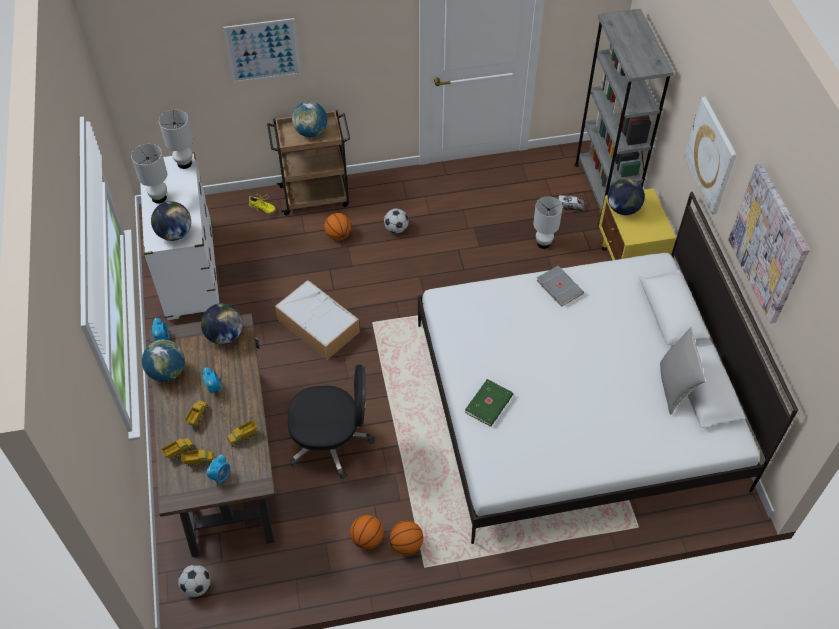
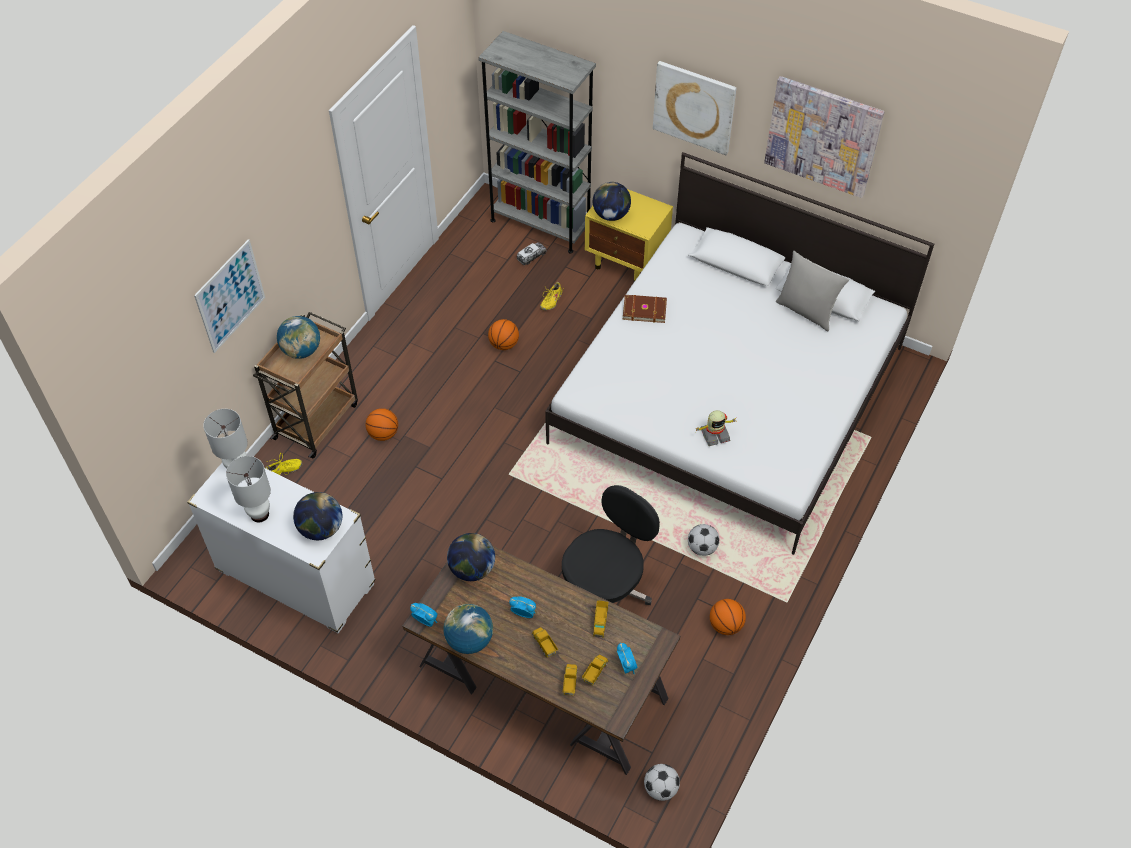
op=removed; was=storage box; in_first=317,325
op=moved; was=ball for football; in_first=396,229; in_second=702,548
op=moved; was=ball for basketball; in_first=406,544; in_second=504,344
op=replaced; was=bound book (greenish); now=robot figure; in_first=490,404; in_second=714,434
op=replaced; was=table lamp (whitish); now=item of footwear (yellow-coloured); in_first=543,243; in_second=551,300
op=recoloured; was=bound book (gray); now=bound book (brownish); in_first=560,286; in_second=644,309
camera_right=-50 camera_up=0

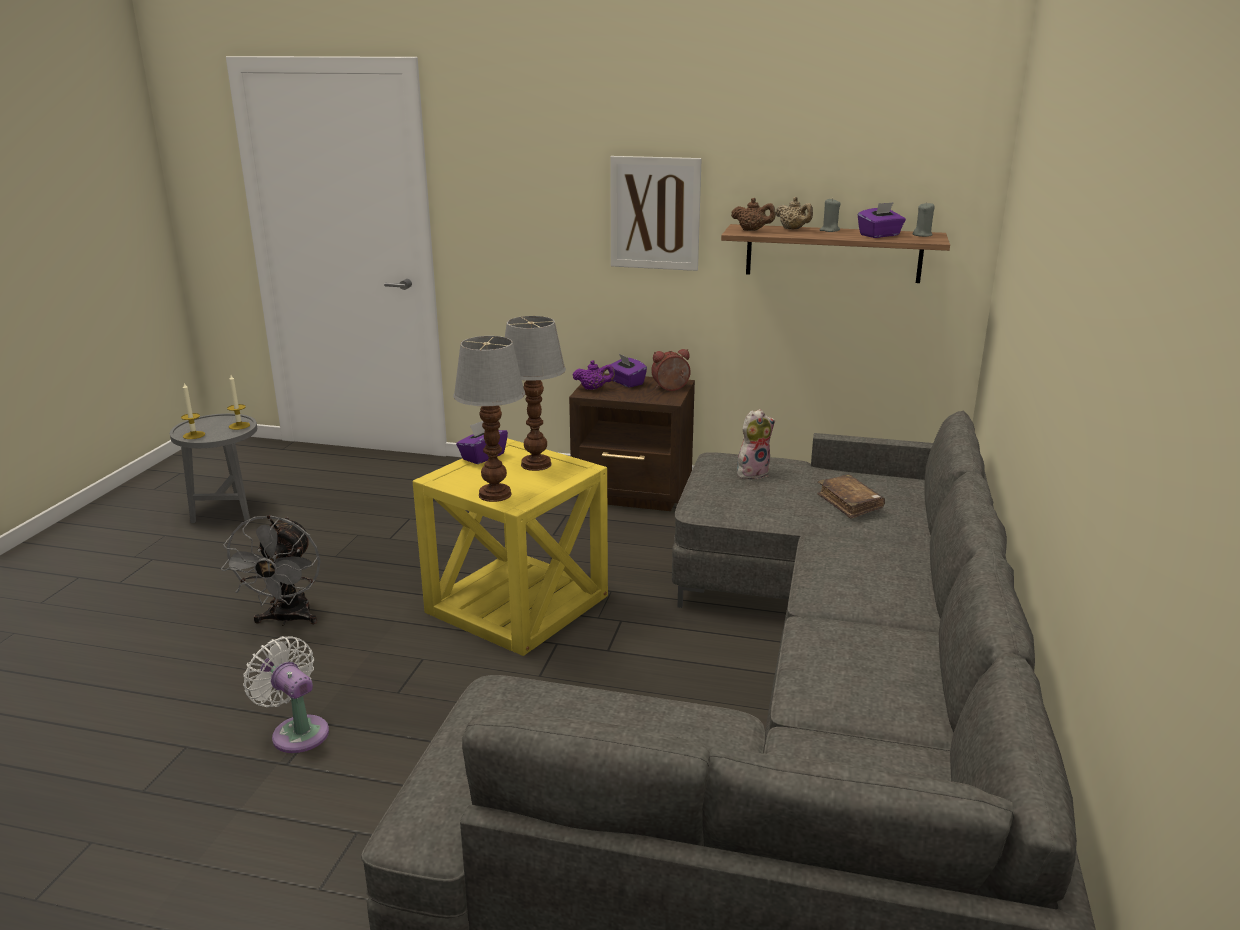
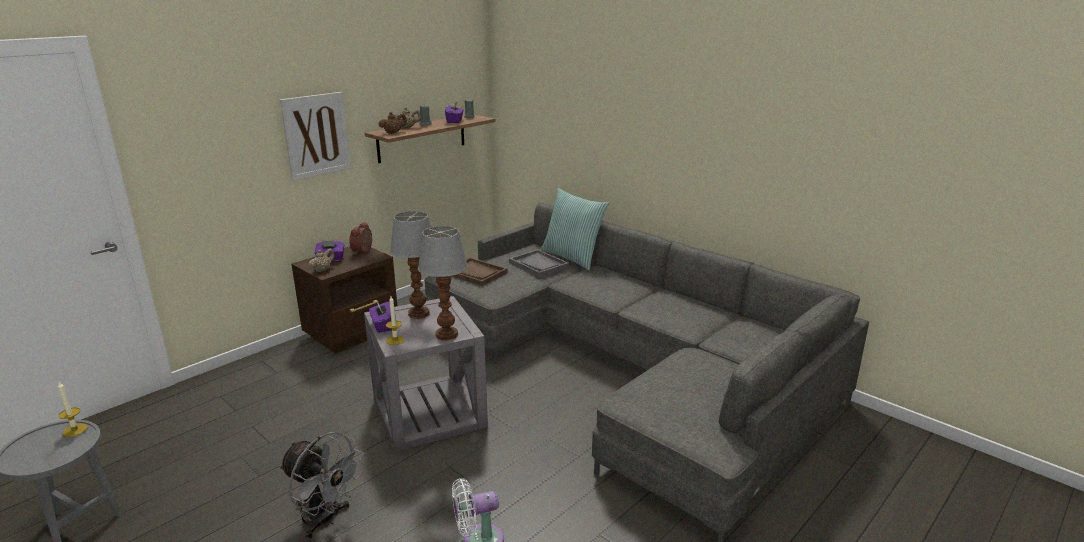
op=moved; was=candle; in_first=194,435; in_second=395,340
op=recoloured; was=side table (yellow-coloured); now=side table (gray); in_first=517,604; in_second=429,413
op=recoloured; was=teapot (purple); now=teapot (beige-coloured); in_first=593,389; in_second=322,270
op=replaced; was=cuddly toy; now=carrying tray (brownish); in_first=752,473; in_second=476,273
op=replaced; was=bound book (brownish); now=carrying tray (gray); in_first=849,503; in_second=538,265
op=added; now=pillow; in_second=572,257
camera_right=-60 camera_up=0

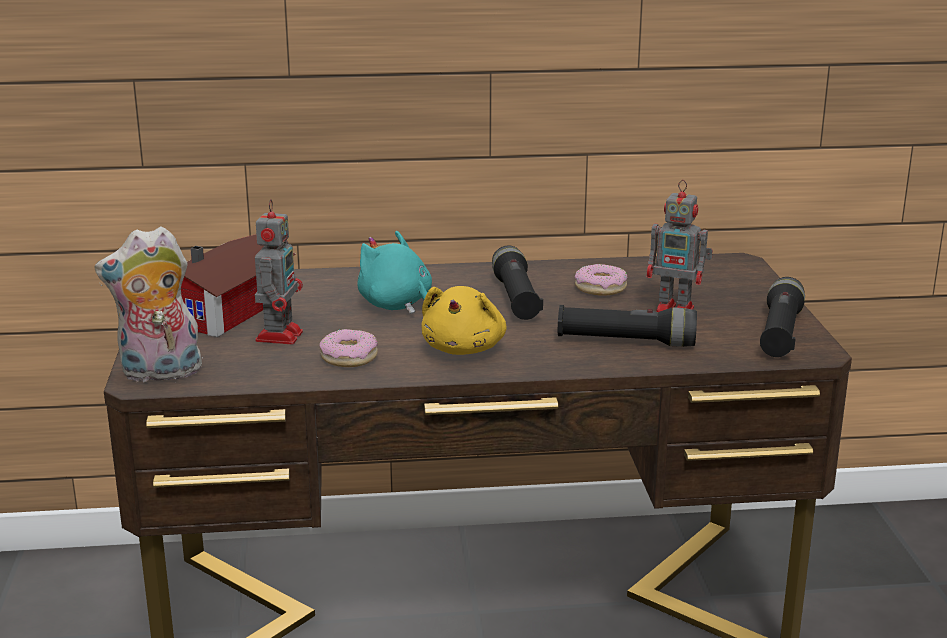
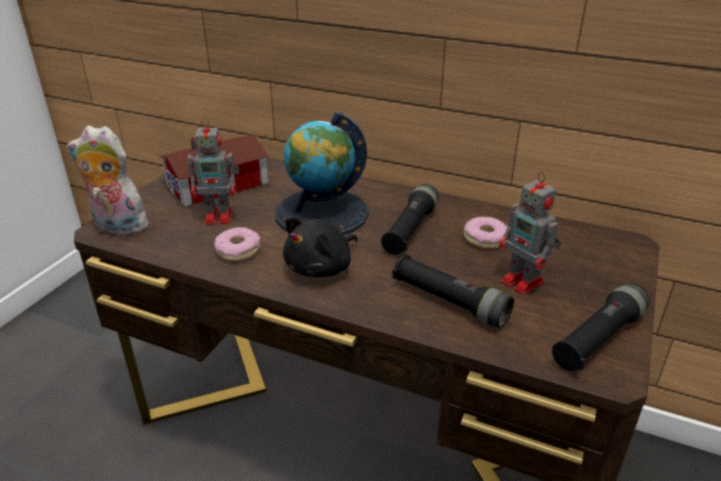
op=turned; was=robot figure; in_first=280,335; in_second=220,216; clockwise=45
op=replaced; was=cuddly toy (turquoise-coloured); now=globe; in_first=398,306; in_second=322,213
op=recoloured; was=cuddly toy (yellow-coloured); now=cuddly toy (black-coloured); in_first=464,348; in_second=321,267
camera_right=30 camera_up=10

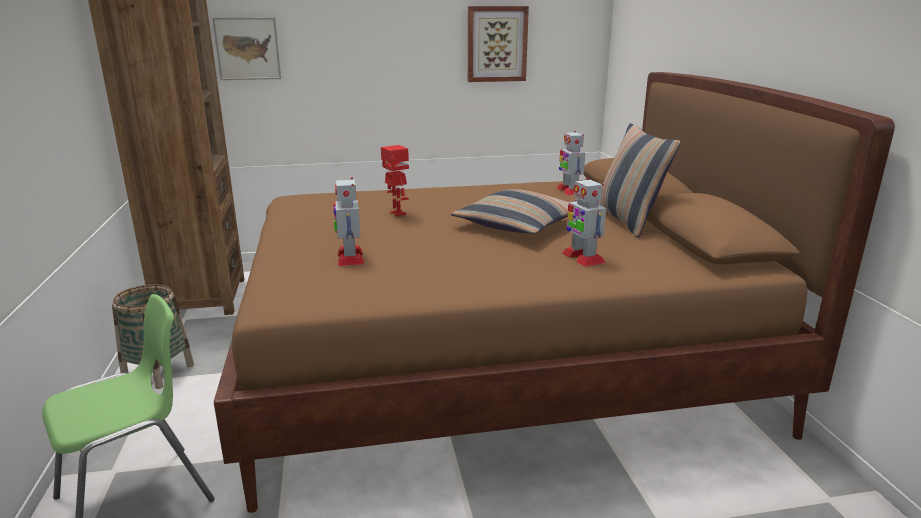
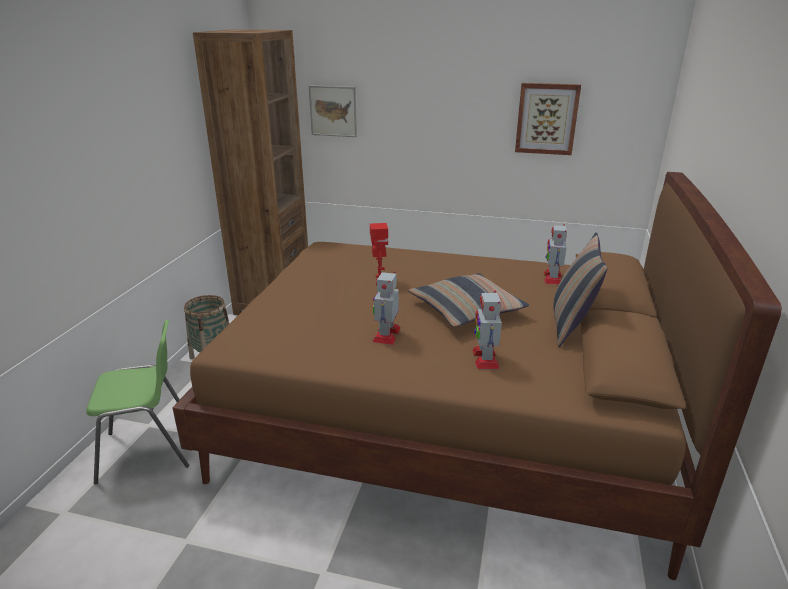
op=moved; was=robot figure; in_first=350,257; in_second=386,334
camera_right=25 camera_up=5

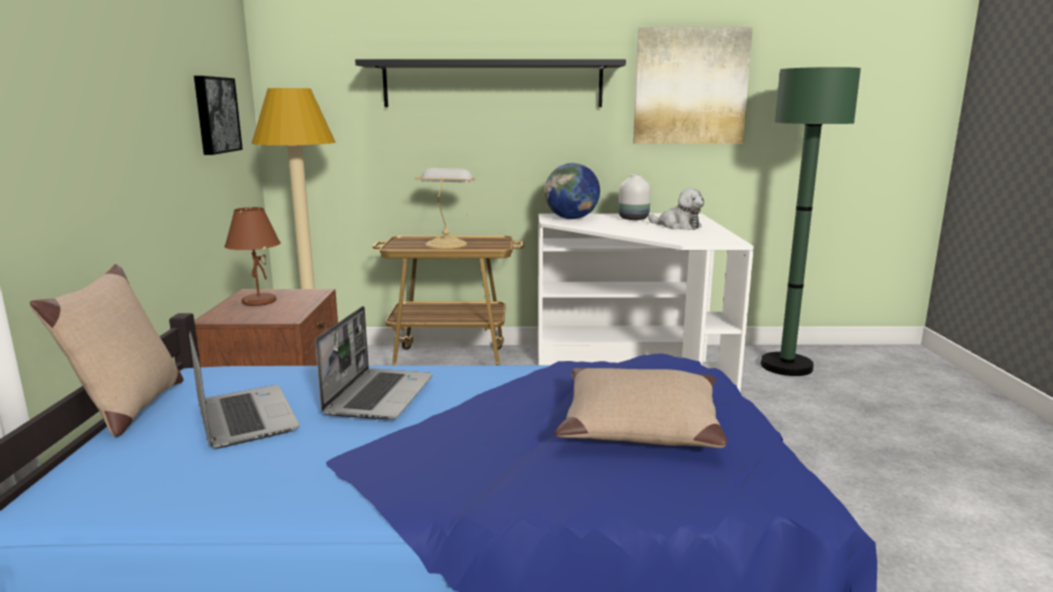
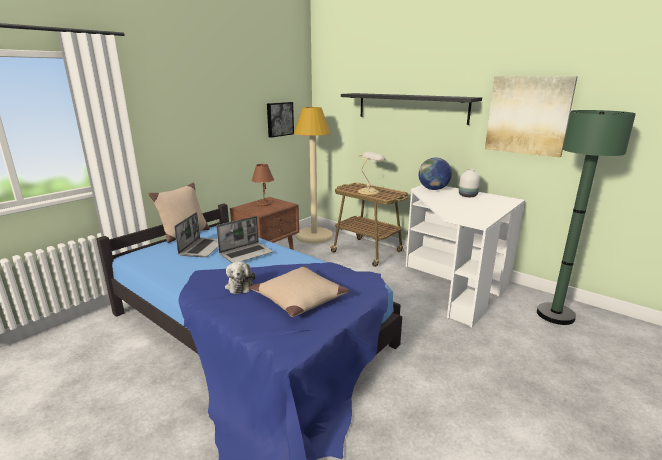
op=moved; was=cuddly toy; in_first=678,226; in_second=240,285
camera_right=40 camera_up=5

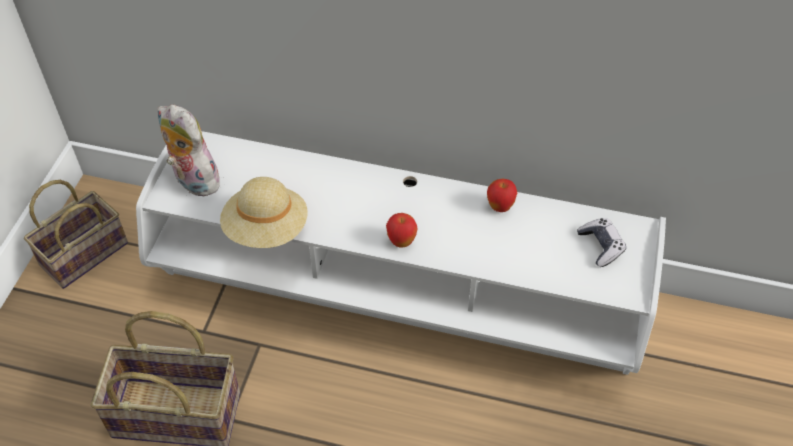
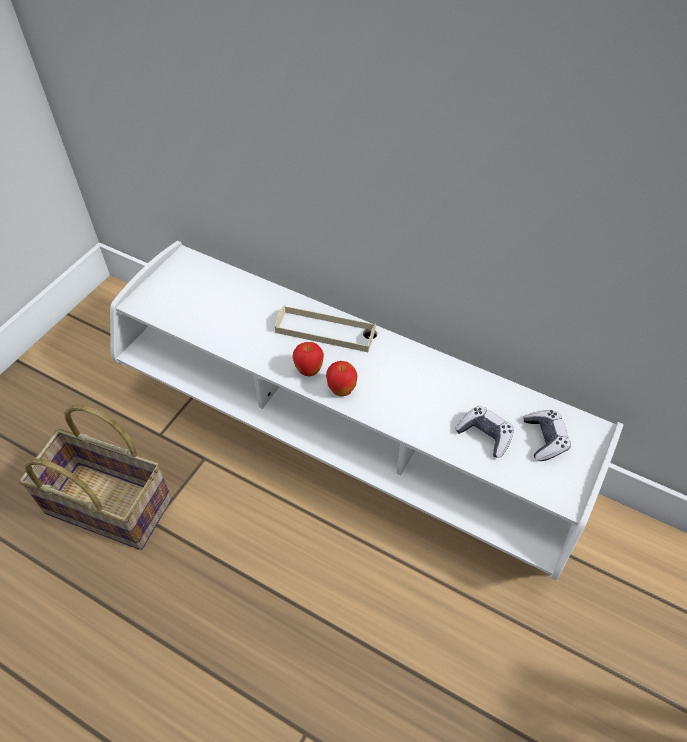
op=removed; was=storage basket; in_first=85,252
op=removed; was=cuddly toy; in_first=193,181
op=removed; was=clothing hat (beige-coloured); in_first=266,229
op=moved; was=apple fruit; in_first=500,207; in_second=309,371
op=added; now=carrying tray (beige-coloured); in_second=325,331
op=added; now=gamepad; in_second=485,435
camera_right=15 camera_up=0

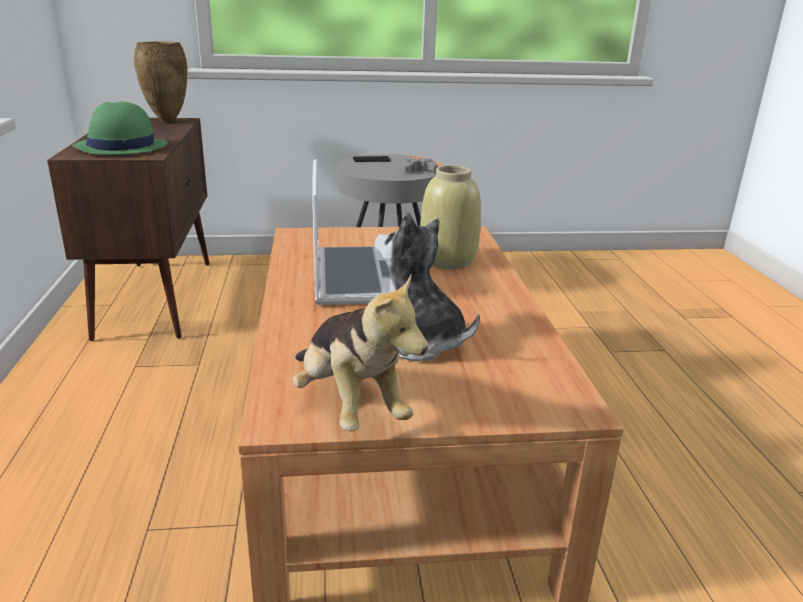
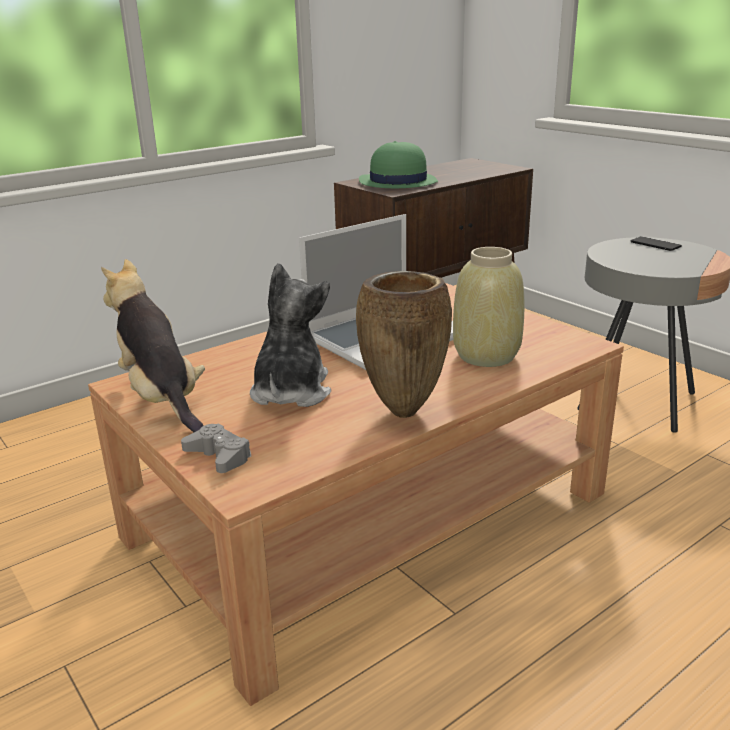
op=moved; was=decorative vase (brownish); in_first=167,121; in_second=404,411
op=turned; was=cuddly toy; in_first=349,406; in_second=162,399; clockwise=120
op=moved; was=gamepad (gray); in_first=417,170; in_second=219,456
camera_right=60 camera_up=0

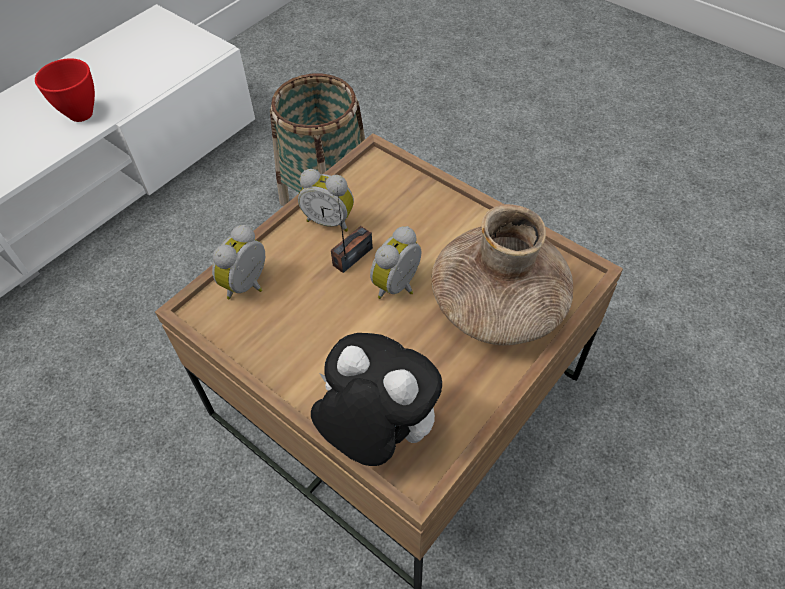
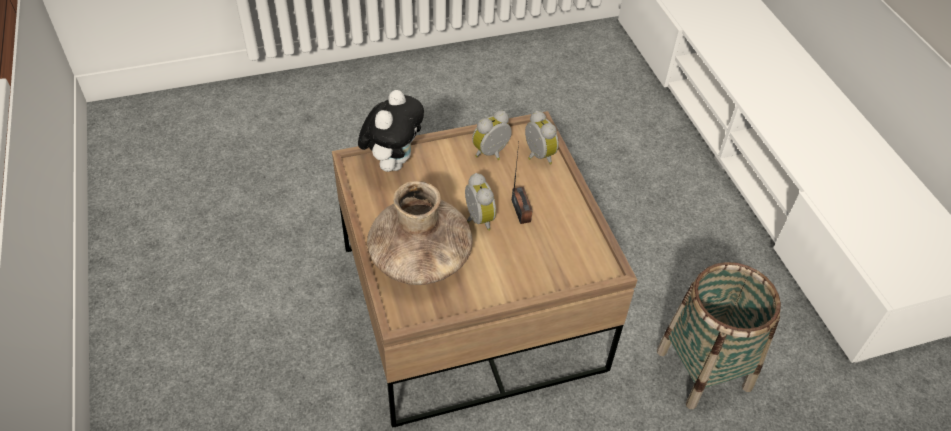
op=removed; was=bowl (reddish); in_first=82,113
op=moved; was=bedside clock; in_first=330,220; in_second=492,154
op=turned; was=cuddly toy; in_first=376,433; in_second=393,162; clockwise=-45
camera_right=120 camera_up=-5

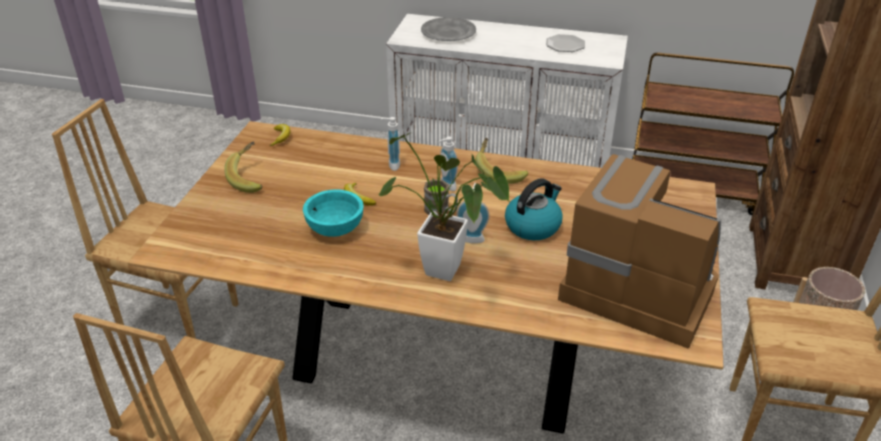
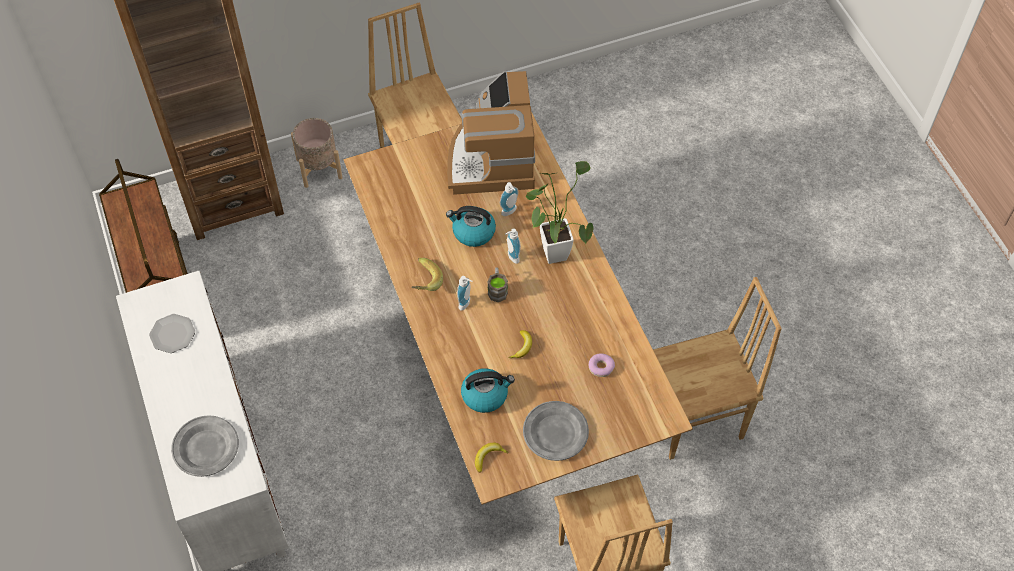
op=replaced; was=banana; now=flat dish (gray); in_first=251,178; in_second=555,432
op=removed; was=bowl (turquoise-coloured); in_first=335,228
op=moved; was=soap dispenser; in_first=391,165; in_second=510,212
op=added; now=kettle; in_second=485,395
op=added; now=ring doughnut; in_second=601,367
camera_right=-125 camera_up=20

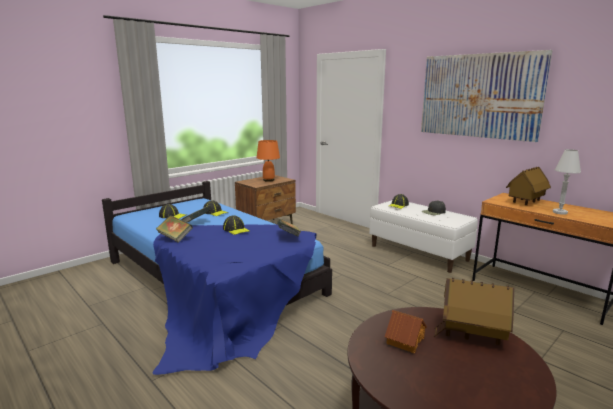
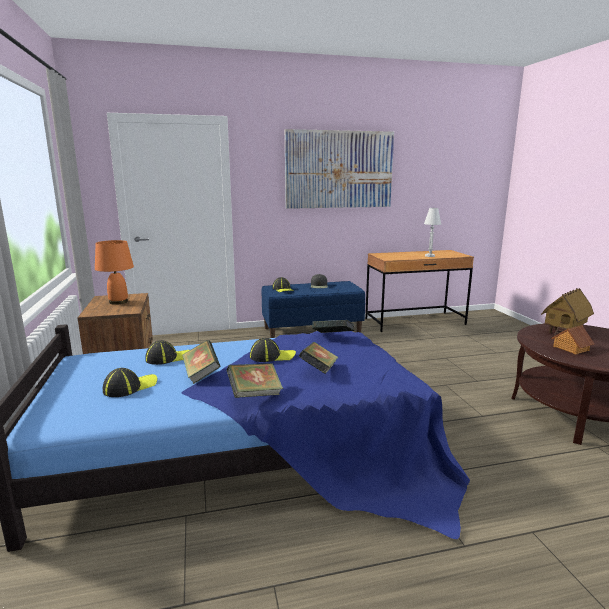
op=recoloured; was=long seat (whitish); now=long seat (bluish); in_first=419,253; in_second=312,330
op=removed; was=toy house; in_first=525,202
op=added; now=bound book; in_second=319,370
camera_right=-60 camera_up=0

